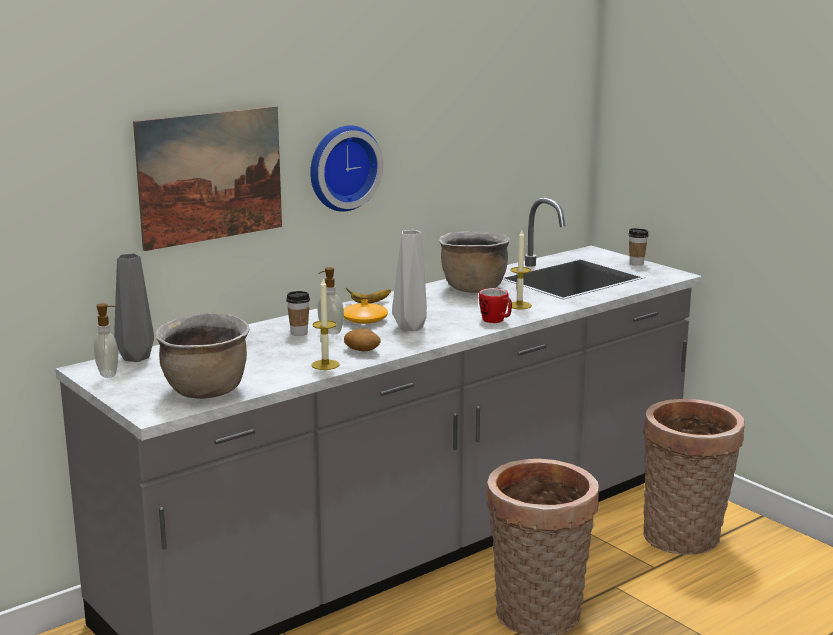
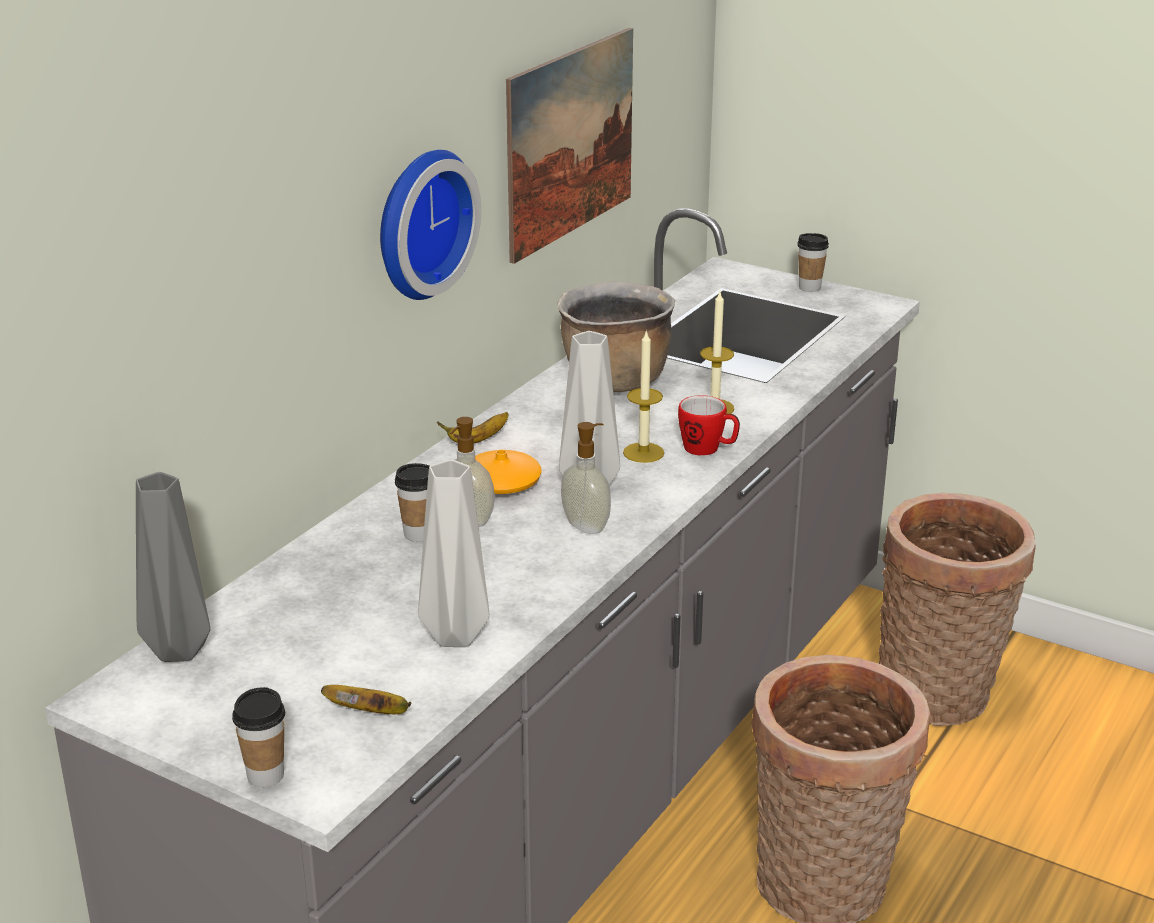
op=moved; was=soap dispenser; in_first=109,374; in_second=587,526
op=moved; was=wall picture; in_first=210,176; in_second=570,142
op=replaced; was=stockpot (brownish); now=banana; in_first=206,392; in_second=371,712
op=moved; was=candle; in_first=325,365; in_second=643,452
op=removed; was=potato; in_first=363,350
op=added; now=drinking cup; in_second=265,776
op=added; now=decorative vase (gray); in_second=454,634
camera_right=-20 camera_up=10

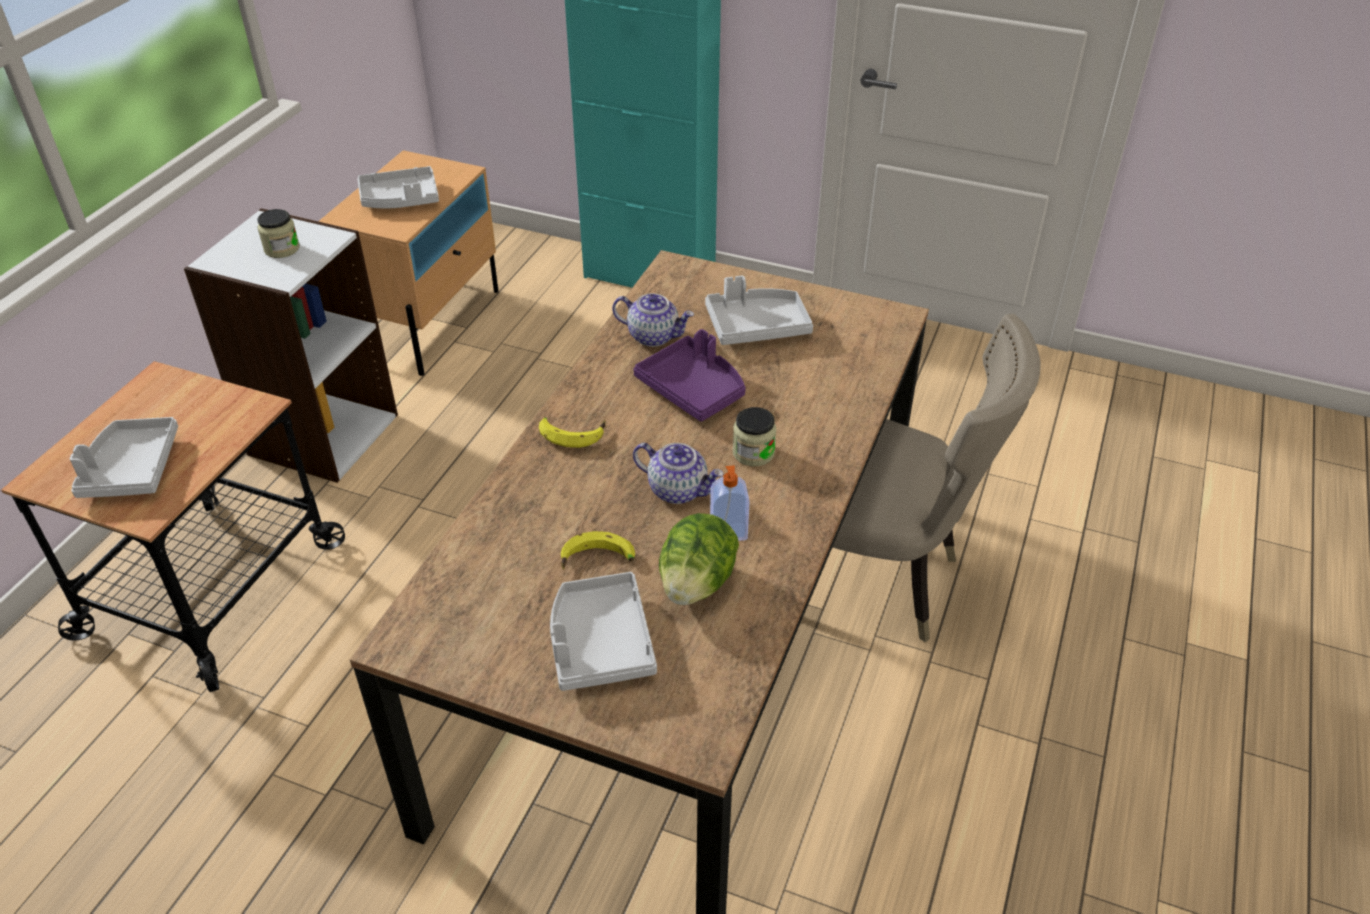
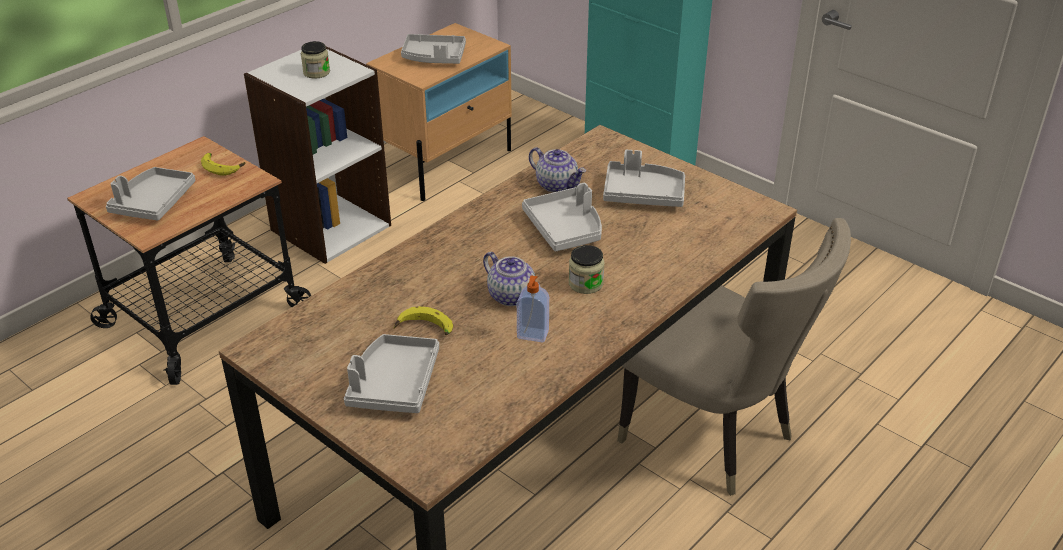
op=moved; was=banana; in_first=572,434; in_second=223,167
op=recoloured; was=carrying tray (purple); now=carrying tray (gray); in_first=693,389; in_second=565,229
op=removed; was=lettuce; in_first=697,583
camera_right=20 camera_up=-5

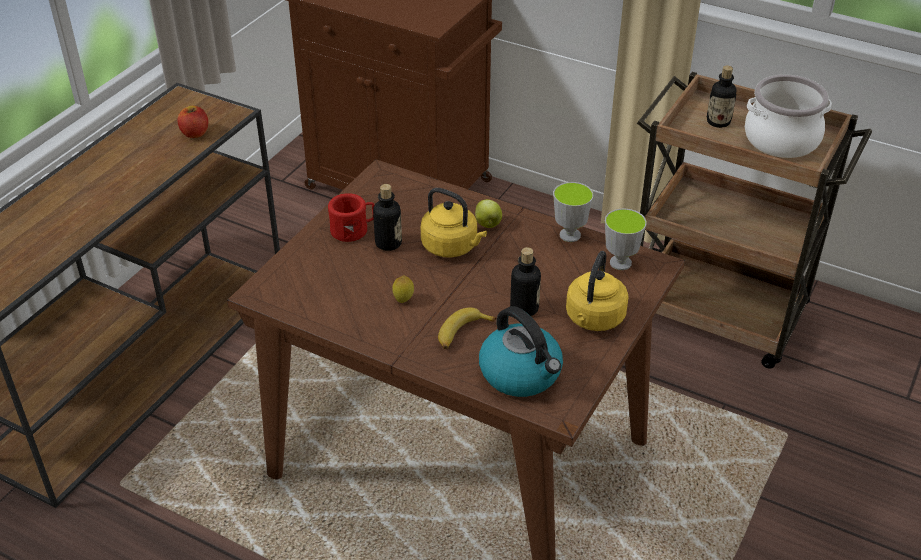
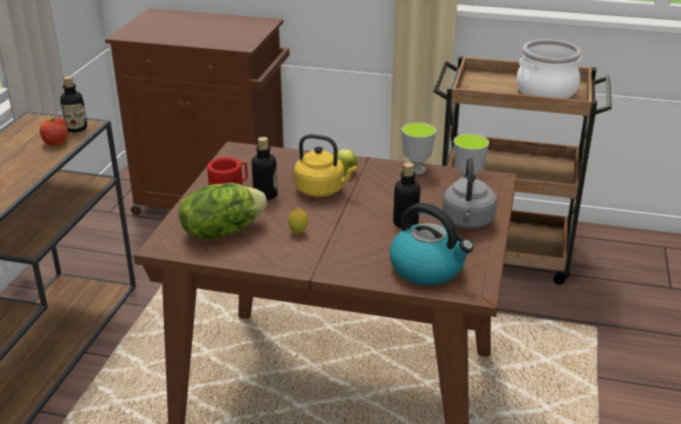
op=removed; was=banana; in_first=462,334
op=recoloured; was=kettle (yellow-coloured); now=kettle (gray); in_first=594,319; in_second=467,222
op=moved; was=beverage bottle; in_first=718,122; in_second=76,128
op=added; now=lettuce; in_second=222,231
camera_right=-15 camera_up=-10

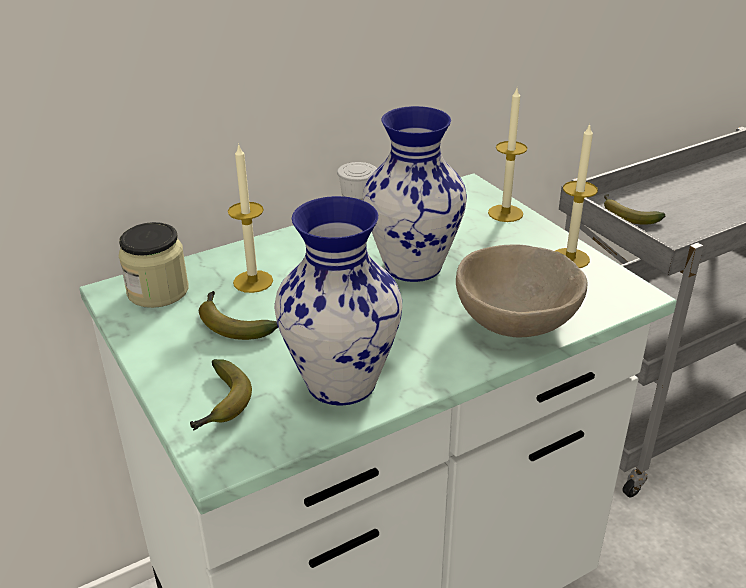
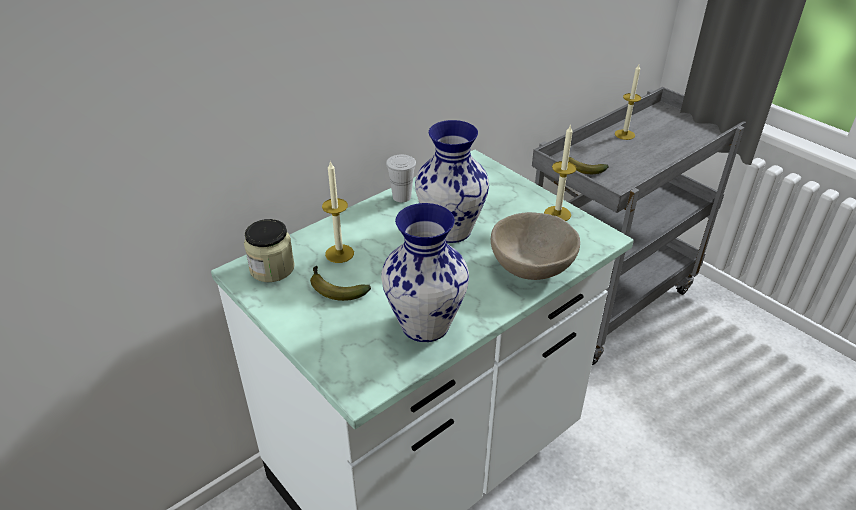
op=removed; was=banana; in_first=221,405
op=moved; was=candle; in_first=505,213; in_second=624,134
camera_right=-10 camera_up=5

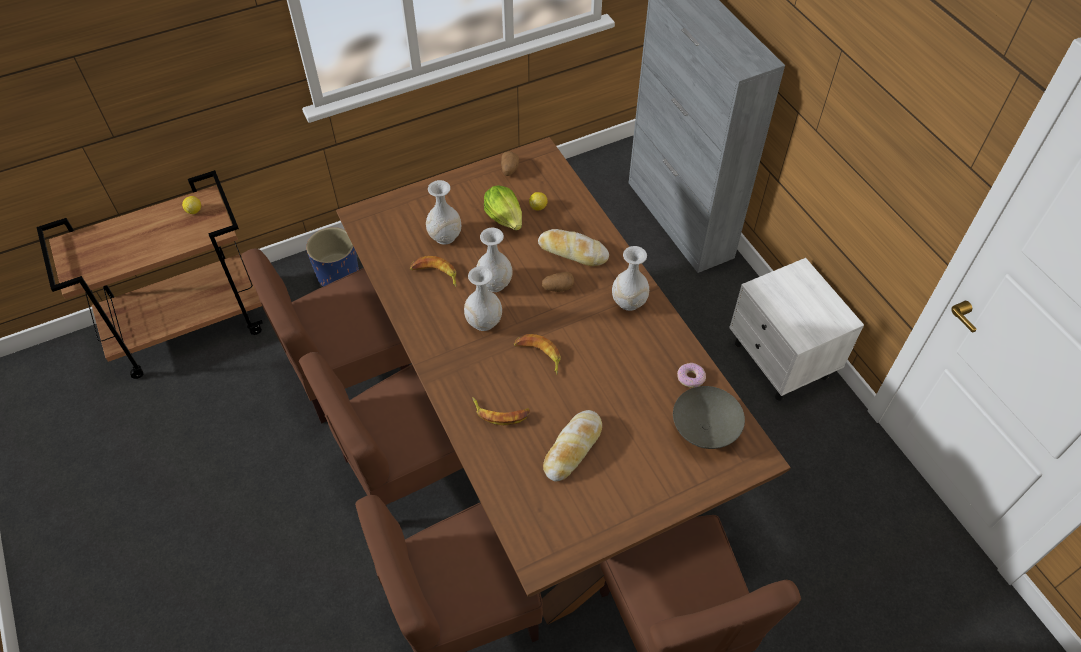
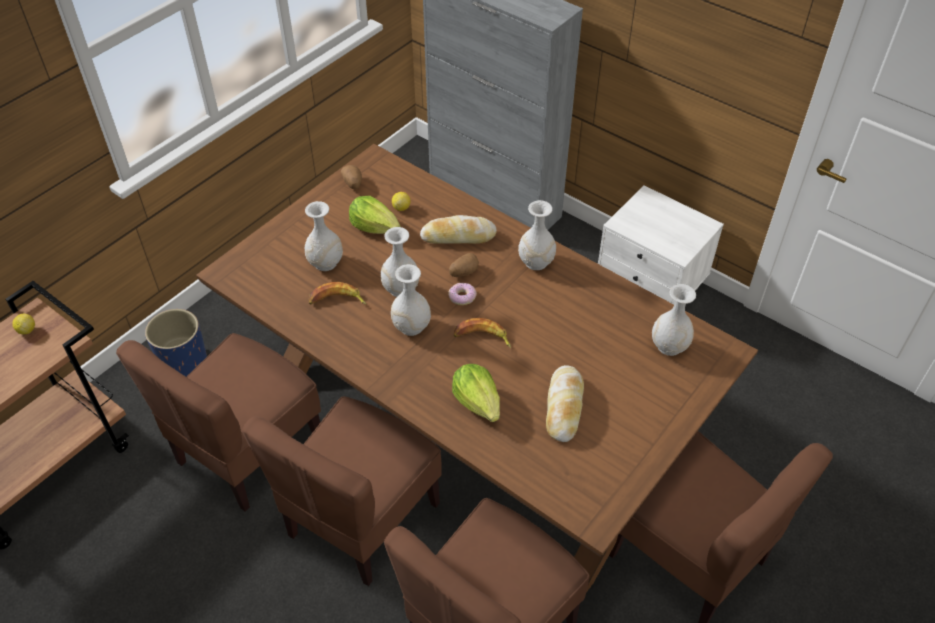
op=replaced; was=banana; now=lettuce; in_first=501,413; in_second=478,402
op=replaced; was=bowl (gray); now=decorative vase (whitish); in_first=705,429; in_second=669,346
op=moved; was=ring doughnut; in_first=690,377; in_second=462,297
camera_right=-25 camera_up=-5

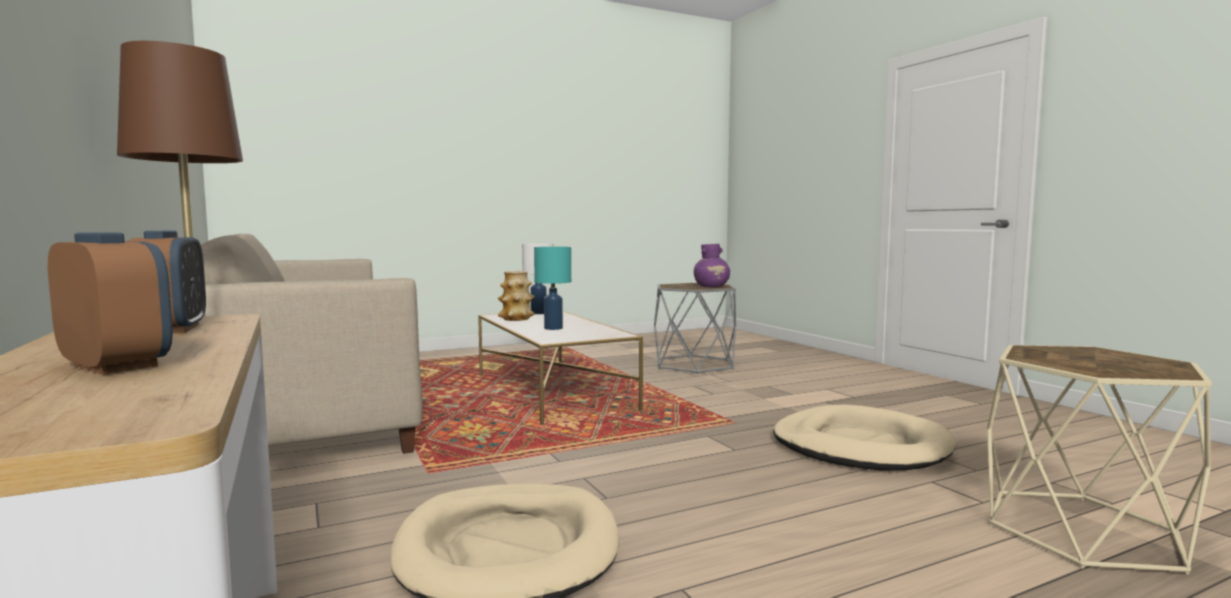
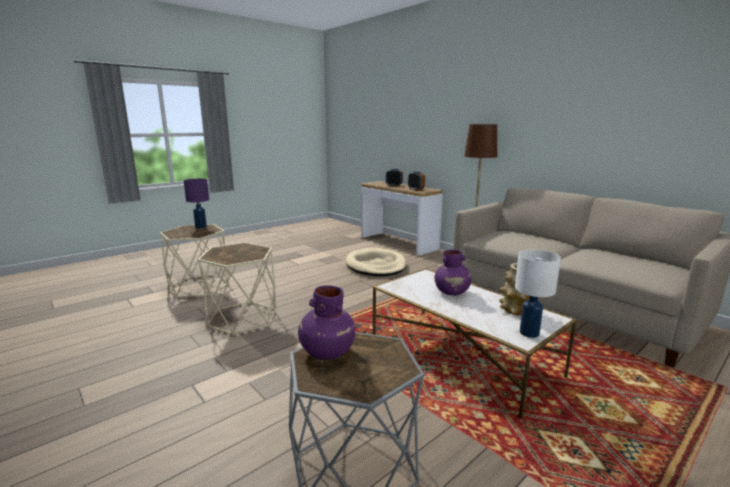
op=replaced; was=table lamp (turquoise-coloured); now=decorative vase (purple); in_first=553,328; in_second=452,292
op=replaced; was=pet bed (beige-coloured); now=side table (beige-coloured); in_first=860,446; in_second=242,318
op=added; now=table lamp (purple); in_second=200,227
camera_right=165 camera_up=10

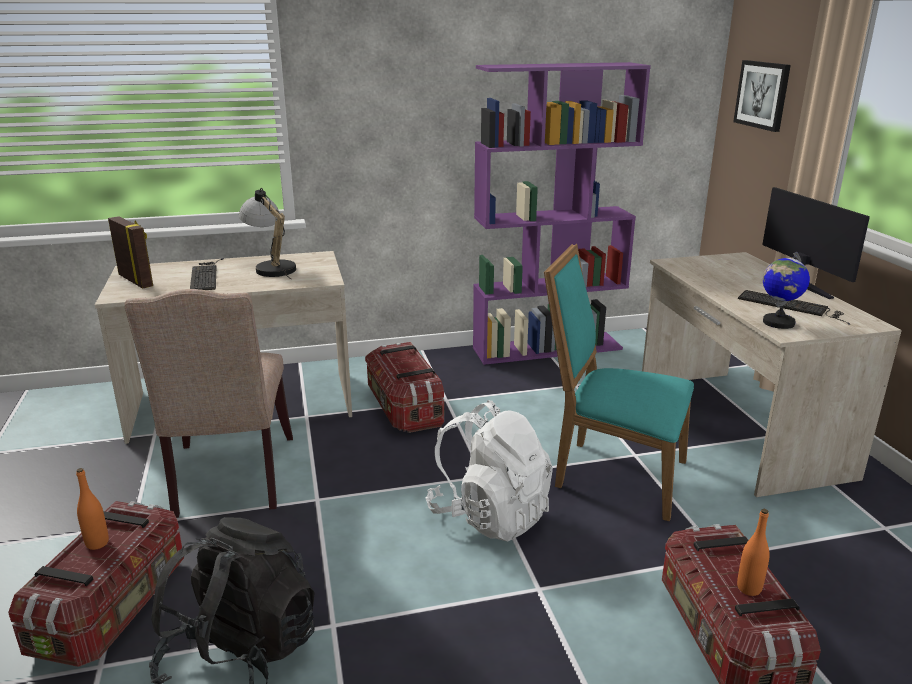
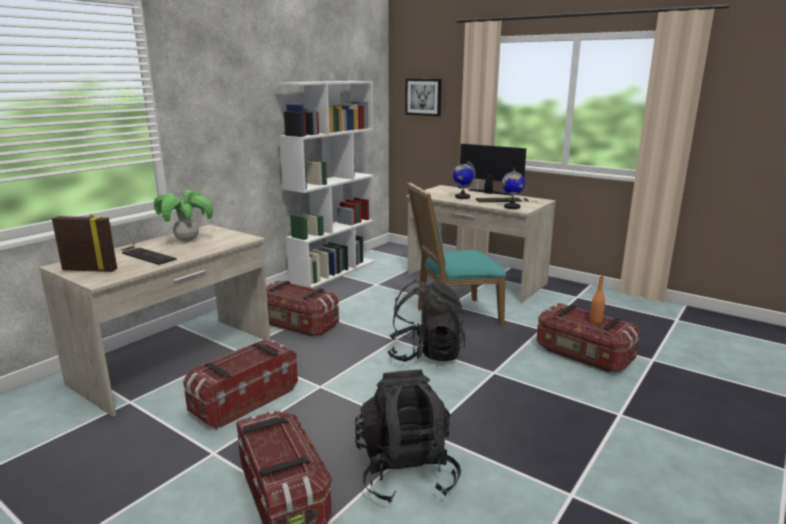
op=removed; was=beverage bottle (orange-coloured); in_first=97,543
op=replaced; was=upright chair (beige-coloured); now=storage box; in_first=231,479; in_second=243,400
op=replaced; was=table lamp; now=houseplant; in_first=271,267; in_second=187,240
op=recoloured; was=knapsack (whitish); now=knapsack (black-coloured); in_first=490,515; in_second=426,354
op=recoloured; was=bookcase (purple); now=bookcase (whitish); in_first=547,348; in_second=333,272
op=added; now=globe; in_second=462,197
camera_right=-40 camera_up=-5

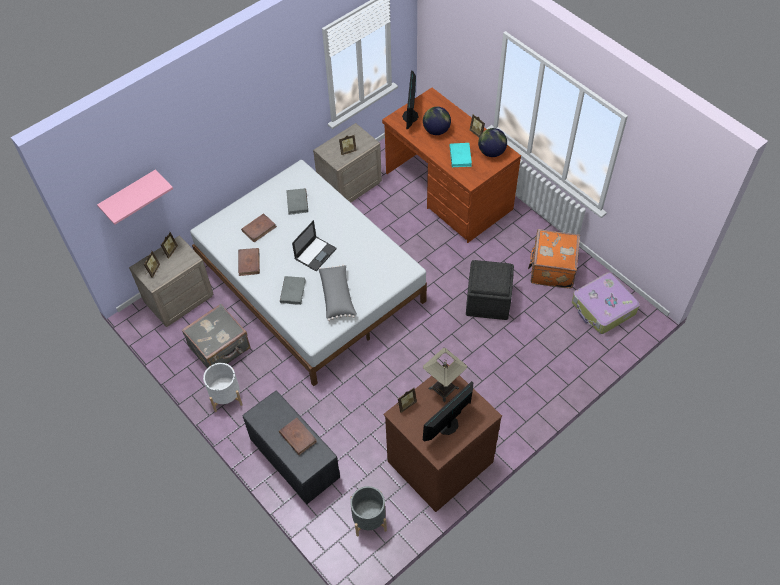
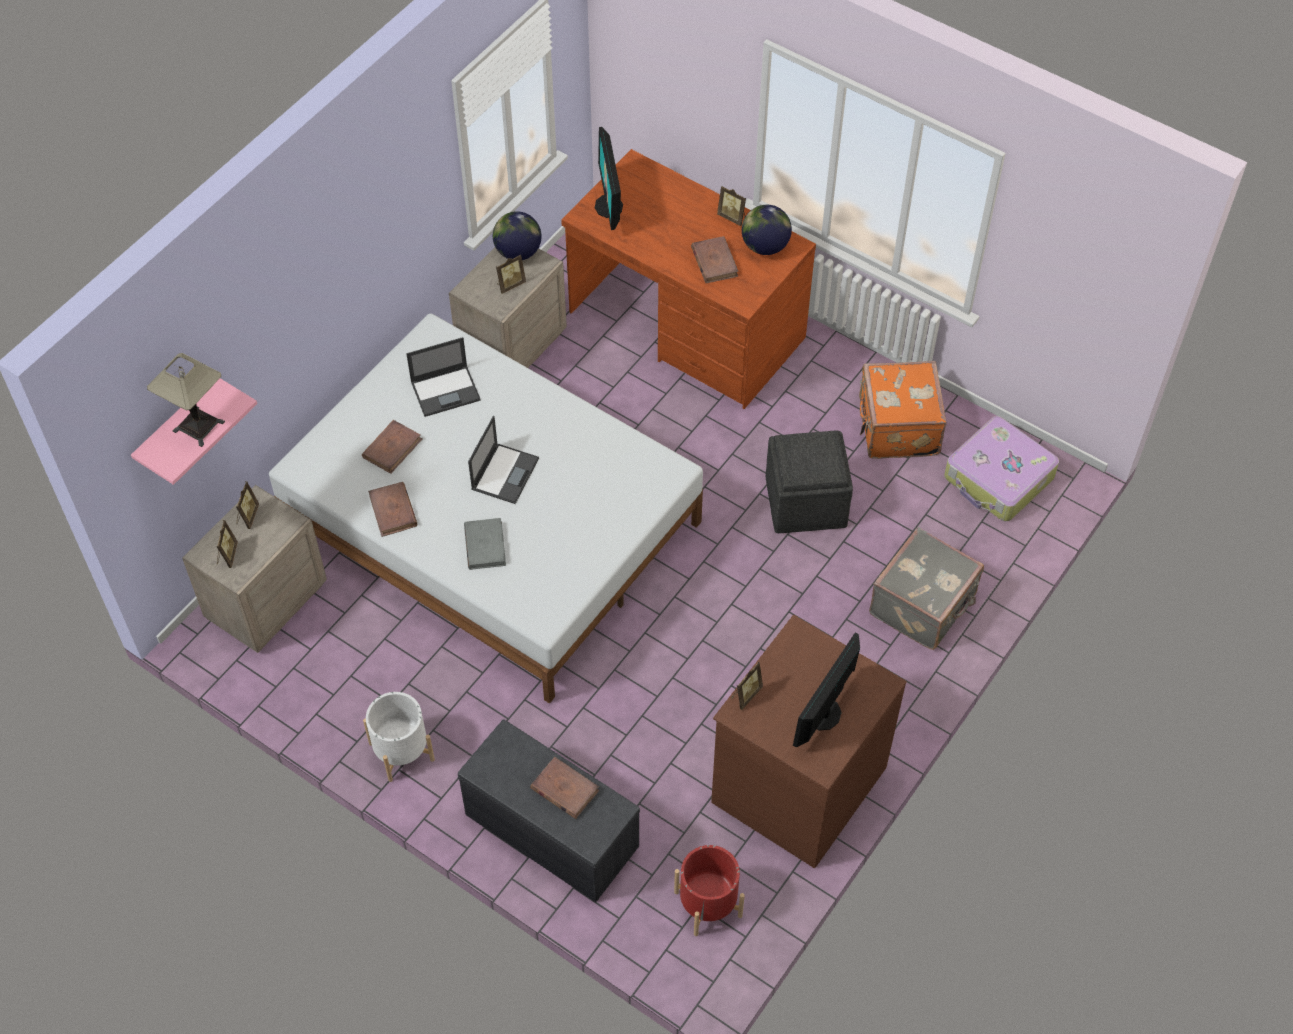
op=moved; was=suitcase (gray); in_first=220,348; in_second=924,605
op=replaced; was=bound book (gray); now=portable computer; in_first=297,202; in_second=446,391
op=removed; was=pillow (gray); in_first=337,296
op=recoloured; was=flower pot (gray); now=flower pot (reddish); in_first=369,519; in_second=708,904
op=moved; was=globe; in_first=436,130; in_second=518,252
op=moved; was=table lamp; in_first=443,388; in_second=198,426
op=recoloured; was=bound book (turquoise-coloured); now=bound book (brownish); in_first=460,156; in_second=714,262
camera_right=-15 camera_up=0

